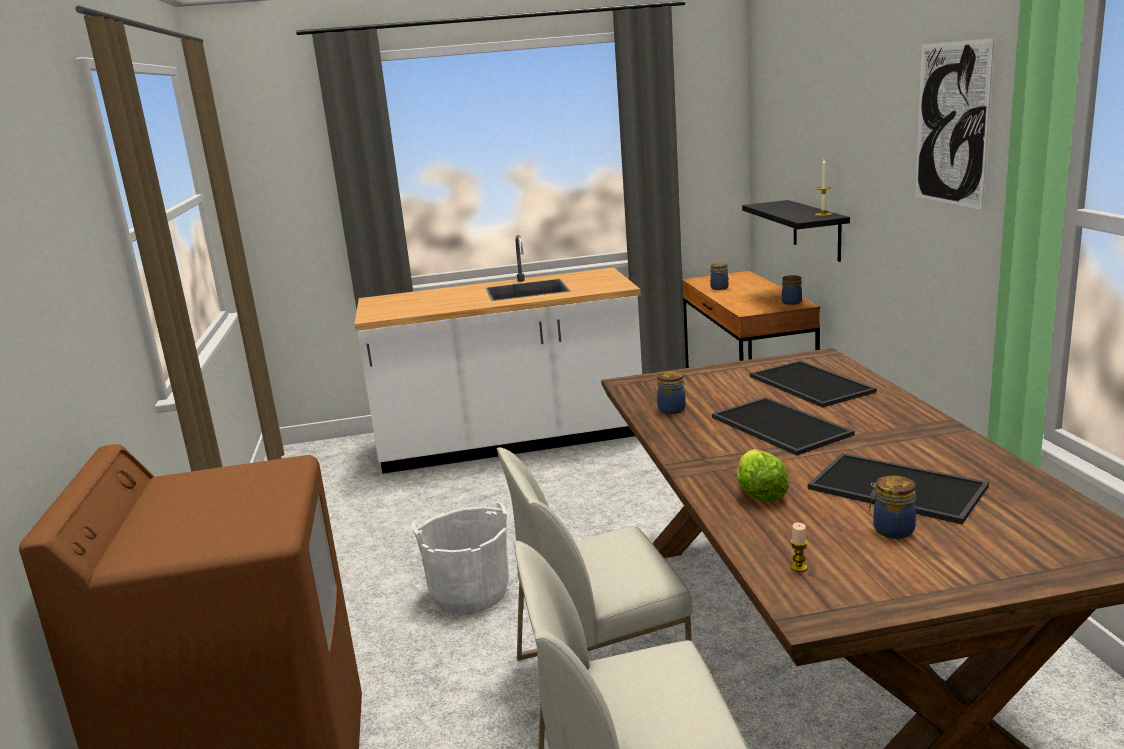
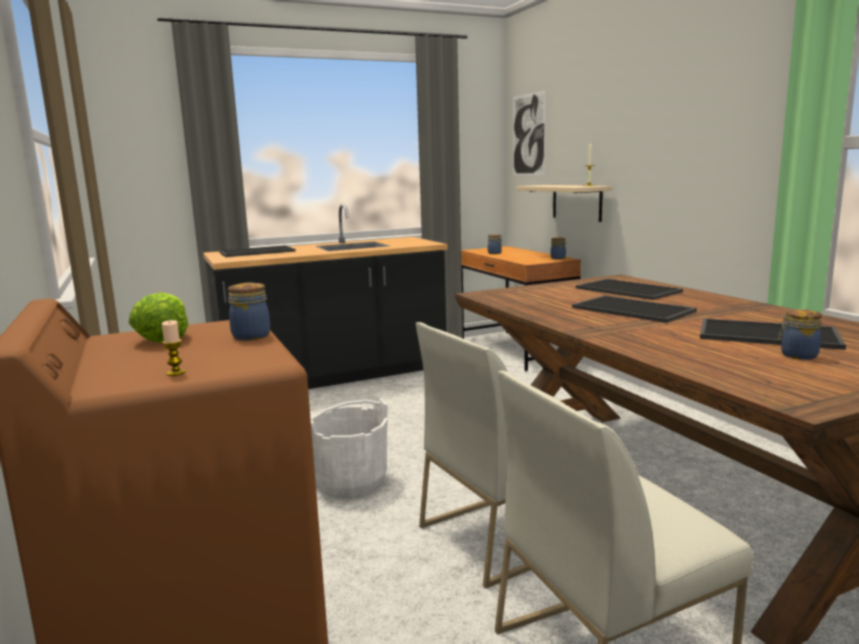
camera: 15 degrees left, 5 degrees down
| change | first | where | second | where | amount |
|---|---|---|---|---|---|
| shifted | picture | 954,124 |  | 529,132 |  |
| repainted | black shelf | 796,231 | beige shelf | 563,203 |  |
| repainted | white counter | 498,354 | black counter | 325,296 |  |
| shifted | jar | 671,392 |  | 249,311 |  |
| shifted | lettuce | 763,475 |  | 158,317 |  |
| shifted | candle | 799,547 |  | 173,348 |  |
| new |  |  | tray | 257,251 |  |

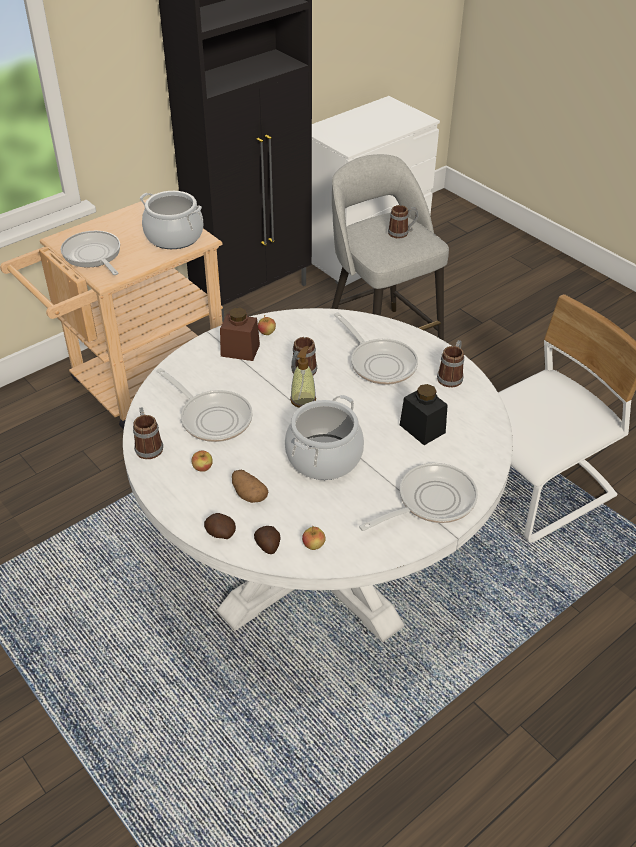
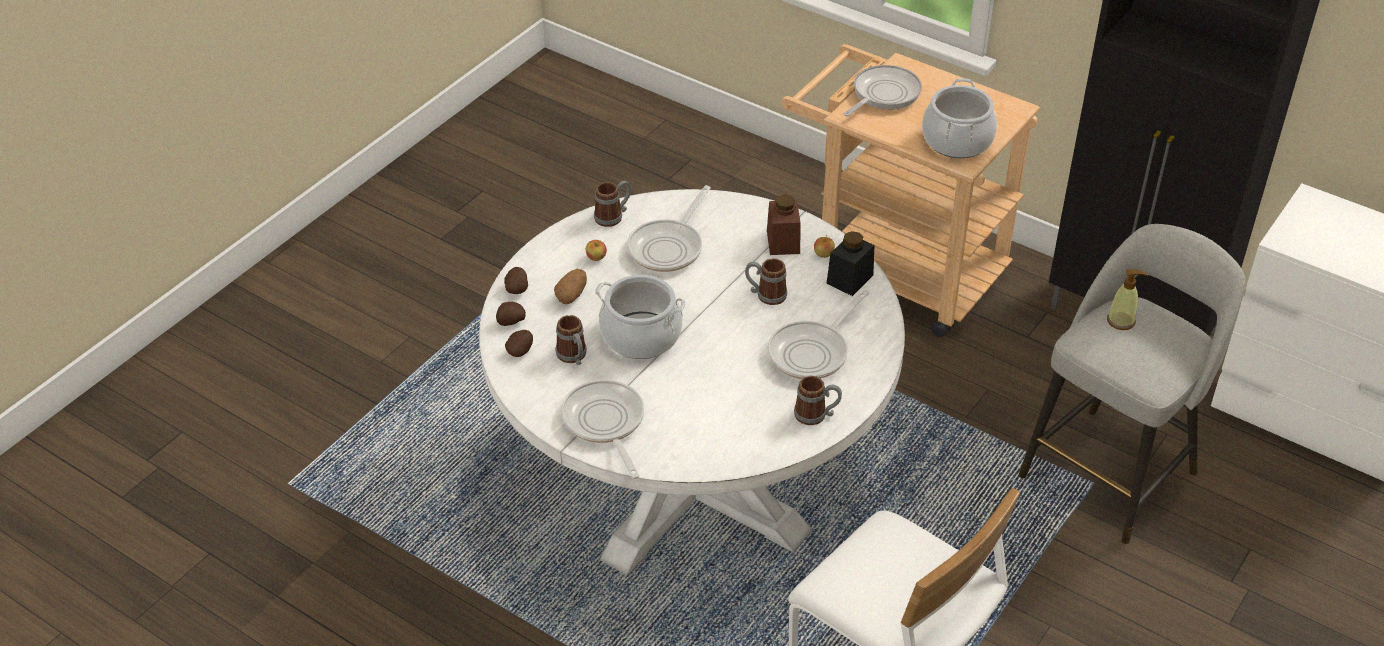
camera: 75 degrees right, 0 degrees up
| change | first | where | second | where | amount |
|---|---|---|---|---|---|
| shifted | mug | 403,221 |  | 571,340 |  |
| shifted | soap dispenser | 303,377 |  | 1127,299 |  |
| shifted | black jar | 424,414 |  | 850,263 |  |
| rotated | frying pan | 418,497 |  | 602,429 | 150 degrees counterclockwise |
| swapped | apple | 314,538 | potato | 519,343 |  |

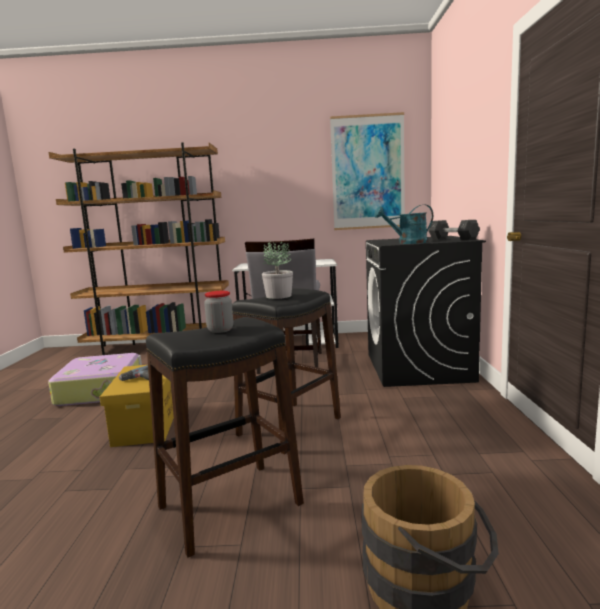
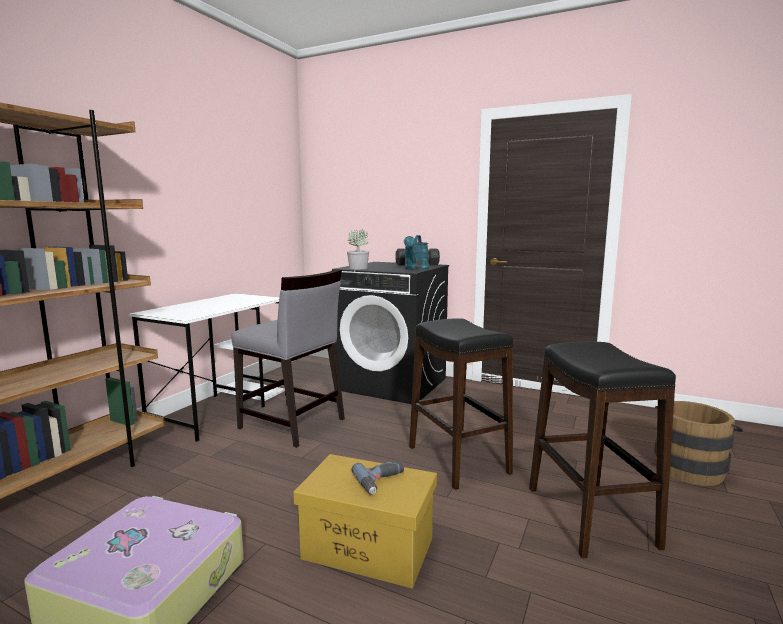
camera: 65 degrees left, 0 degrees up
| change | first | where | second | where | amount |
|---|---|---|---|---|---|
| gone | picture | 367,171 |  |  |  |
| shifted | potted plant | 277,269 |  | 358,249 |  |
| gone | jar | 218,312 |  |  |  |

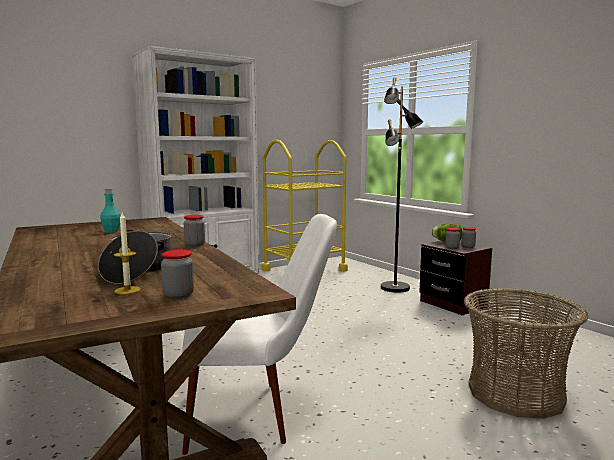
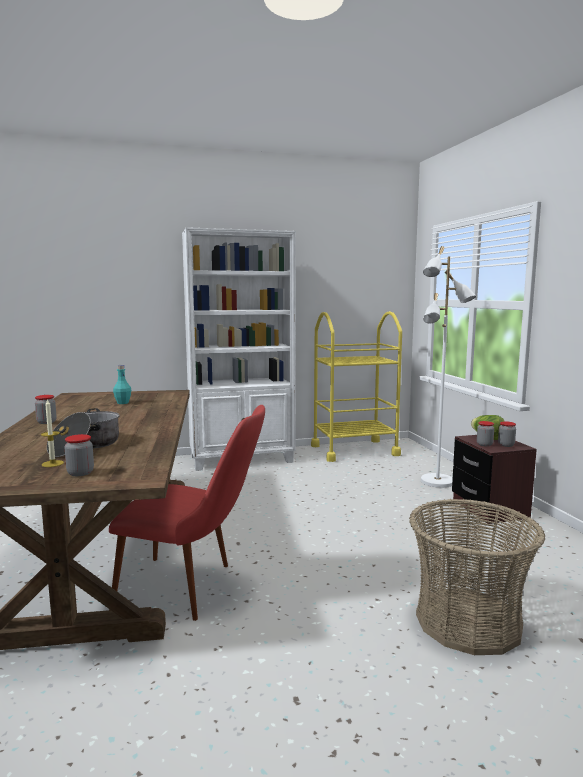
camera: 20 degrees right, 0 degrees up
| change | first | where | second | where | amount |
|---|---|---|---|---|---|
| repainted | black floor lamp | 402,185 | white floor lamp | 448,367 |  |
| repainted | white chair | 259,334 | red chair | 187,513 |  |
| shifted | jar | 194,230 |  | 46,409 |  |

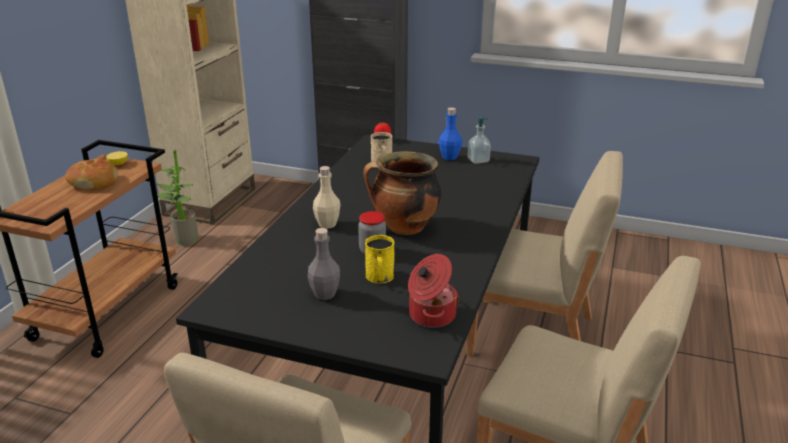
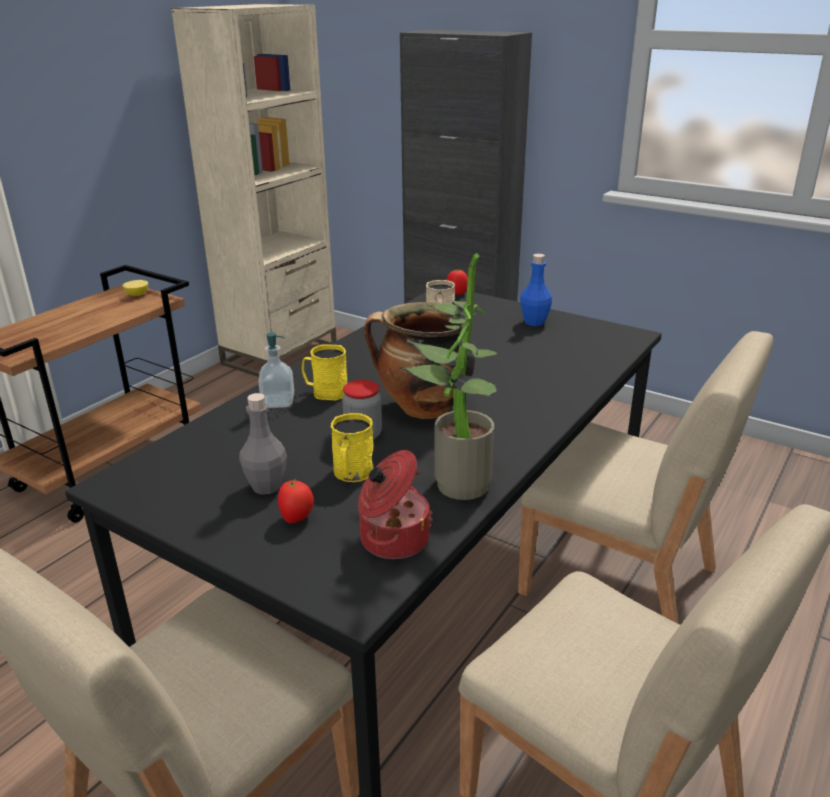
camera: 15 degrees right, 0 degrees up
| change | first | where | second | where | amount |
|---|---|---|---|---|---|
| shifted | soap dispenser | 479,140 |  | 276,370 |  |
| shifted | potted plant | 176,197 |  | 449,376 |  |
| gone | bread | 91,174 |  |  |  |
| swapped | beige bottle | 326,197 | yellow mug | 324,372 |  |
| new |  |  | tomato | 296,502 |  |

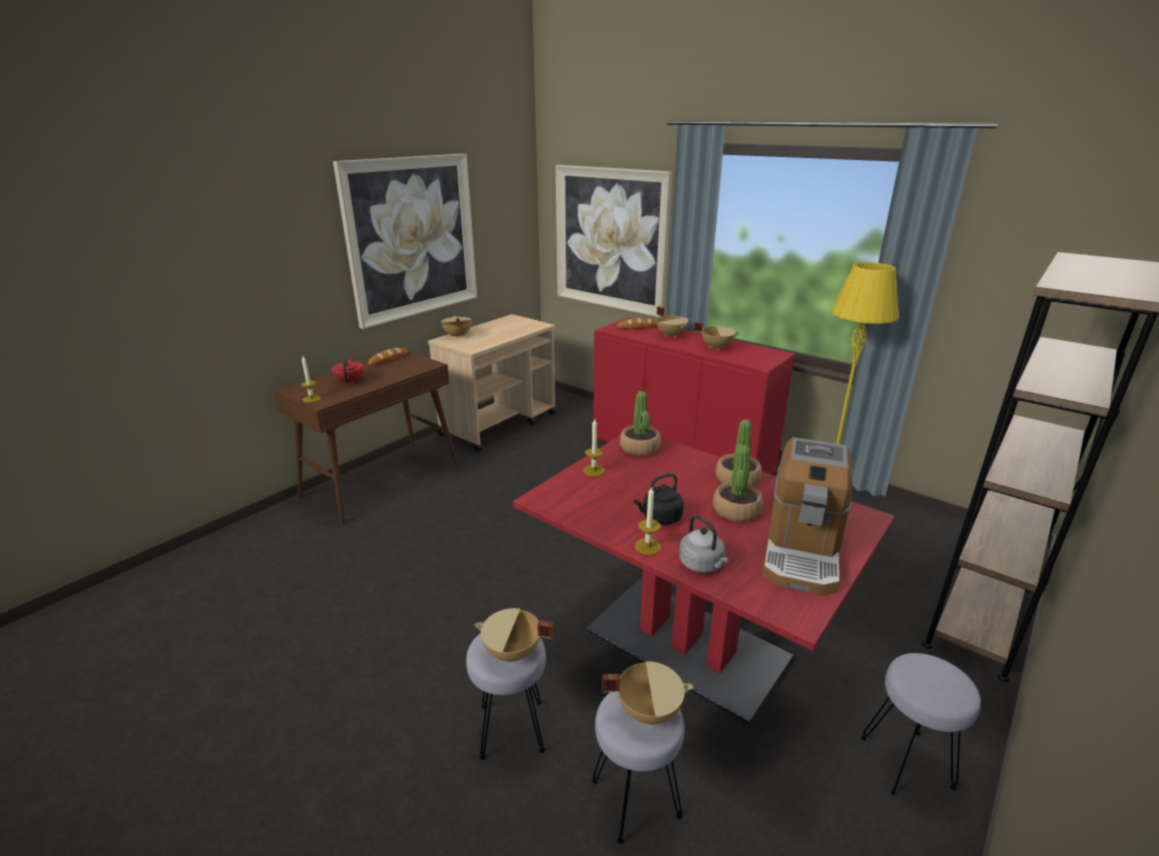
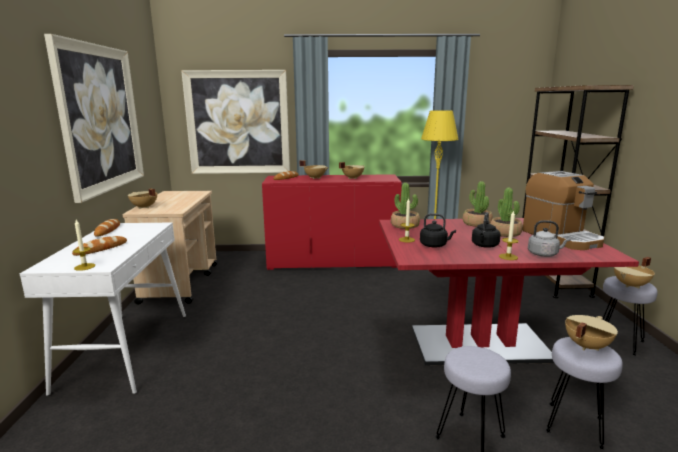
camera: 40 degrees left, 10 degrees down
| change | first | where | second | where | amount |
|---|---|---|---|---|---|
| repainted | brown console table | 366,437 | white console table | 103,309 |  |
| swapped | red teapot | 347,372 | bread | 99,246 |  |
| shifted | beige cooking pot | 514,635 |  | 634,272 |  |
| new |  |  | black kettle | 438,230 |  |

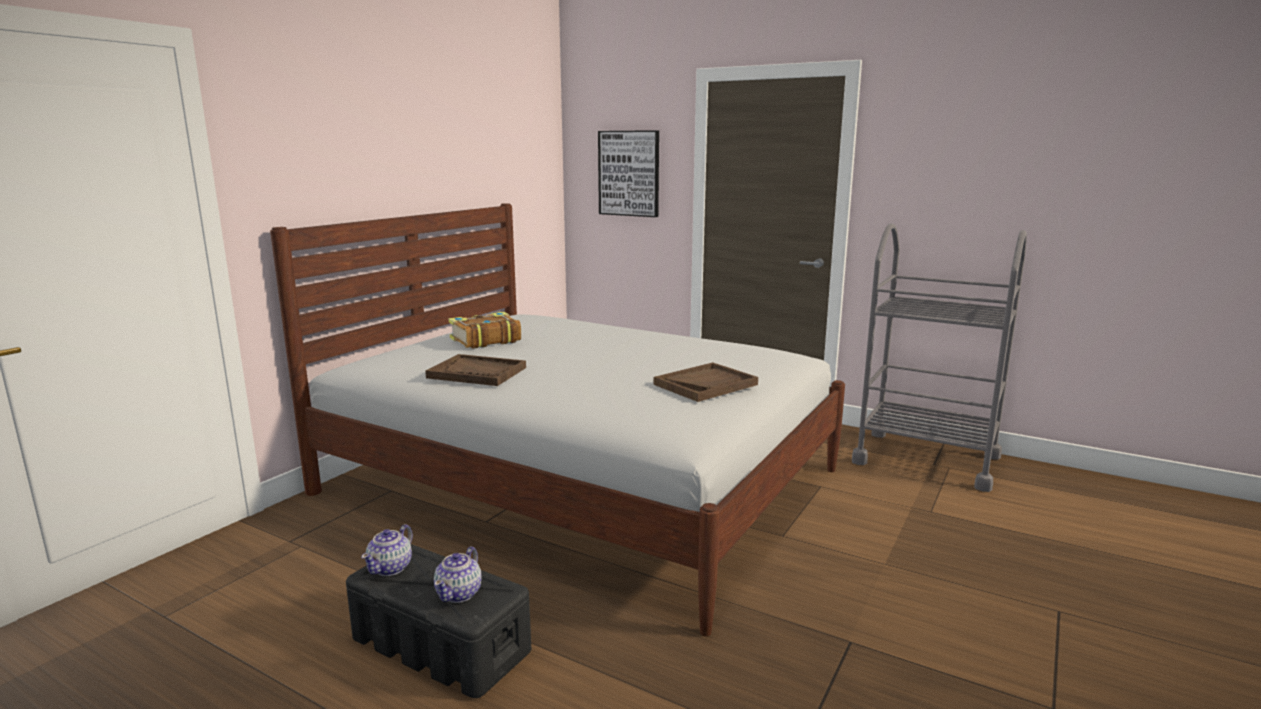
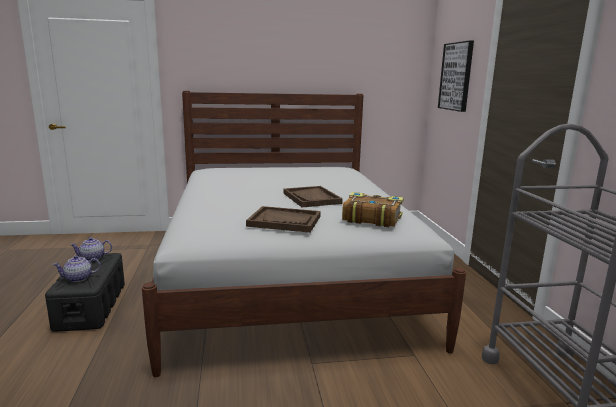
camera: 50 degrees right, 0 degrees up
| change | first | where | second | where | amount |
|---|---|---|---|---|---|
| shifted | book | 484,330 |  | 373,209 |  |
| shifted | brown tray | 475,370 |  | 313,196 |  |

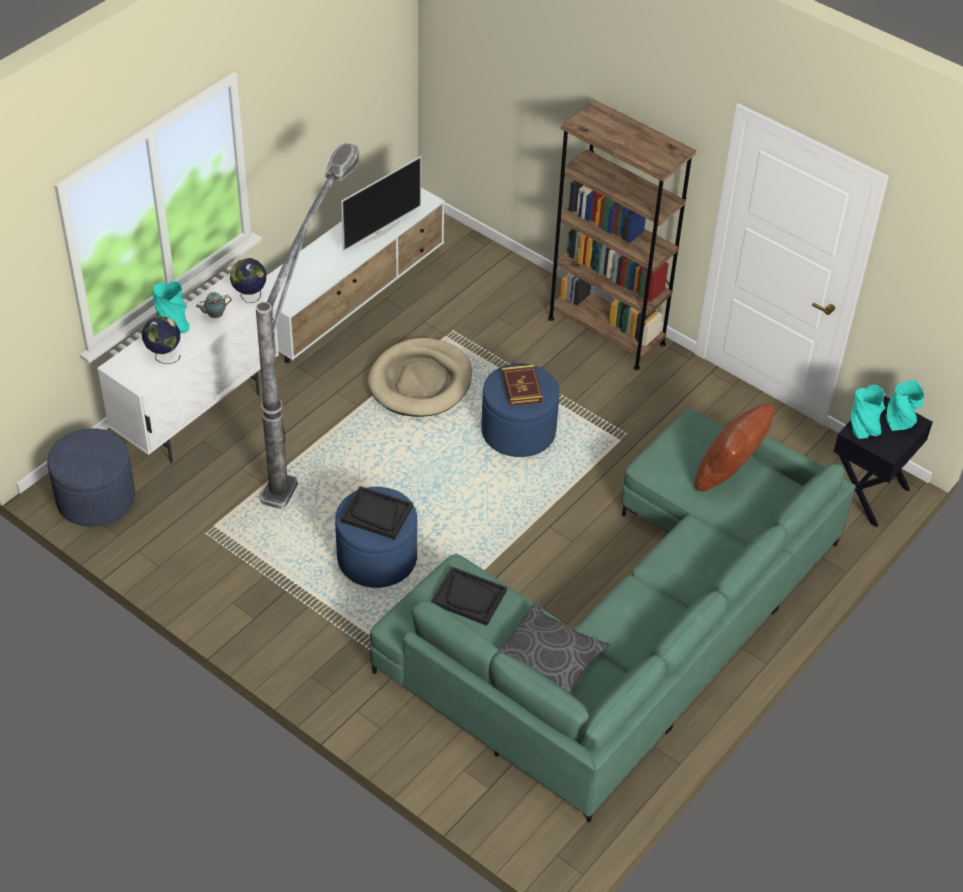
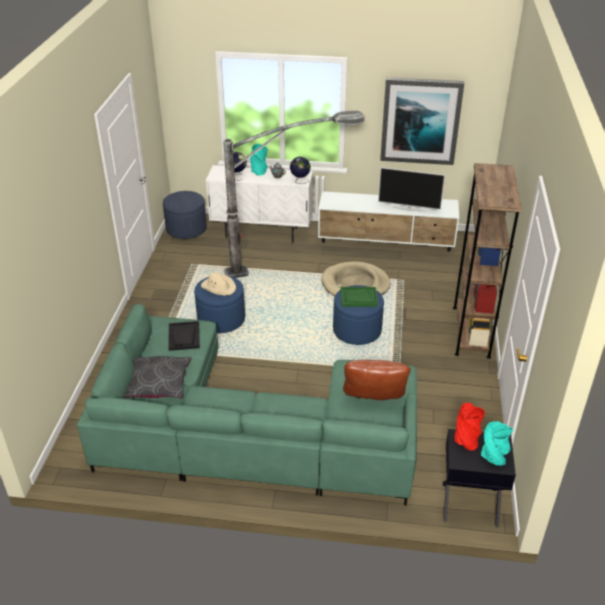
camera: 60 degrees right, 10 degrees down
| change | first | where | second | where | amount |
|---|---|---|---|---|---|
| swapped | book | 522,385 | green tray | 359,297 |  |
| repainted | turquoise vase | 868,412 | red vase | 470,426 |  |
| swapped | black tray | 377,513 | beige hat | 218,284 |  |
| new |  |  | picture | 422,121 |  |

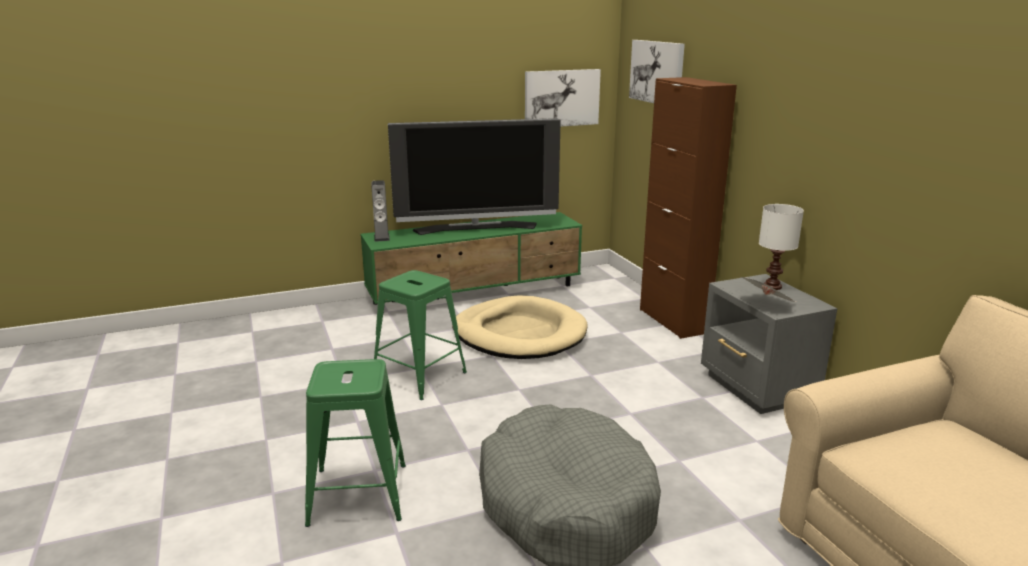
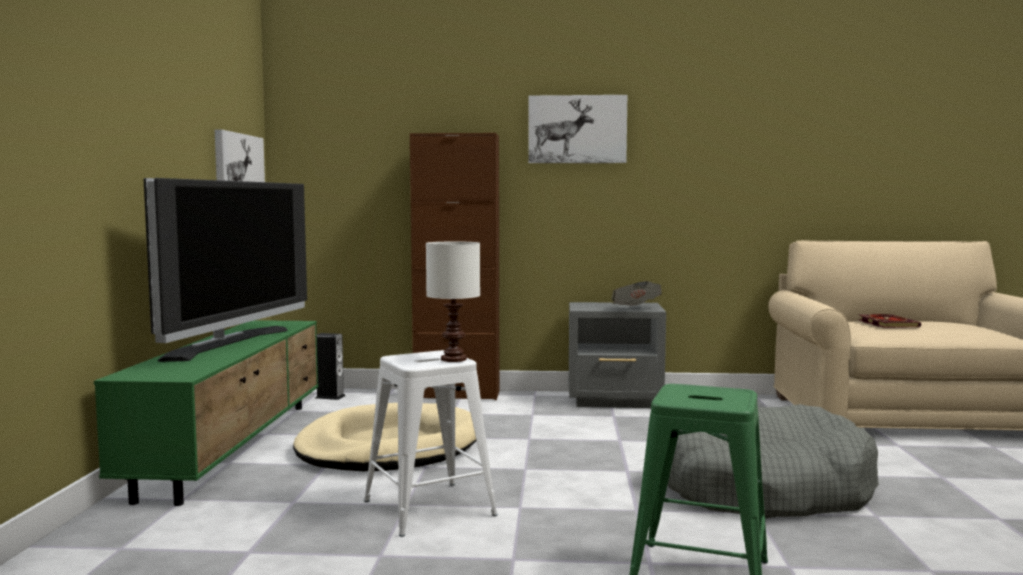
camera: 65 degrees left, 15 degrees down
| change | first | where | second | where | amount |
|---|---|---|---|---|---|
| shifted | picture | 657,71 |  | 577,129 |  |
| shifted | speaker | 381,211 |  | 330,366 |  |
| shifted | white table lamp | 781,247 |  | 453,302 |  |
| repainted | green stool | 420,335 | white stool | 430,443 |  |
| new |  |  | book | 889,321 |  |

